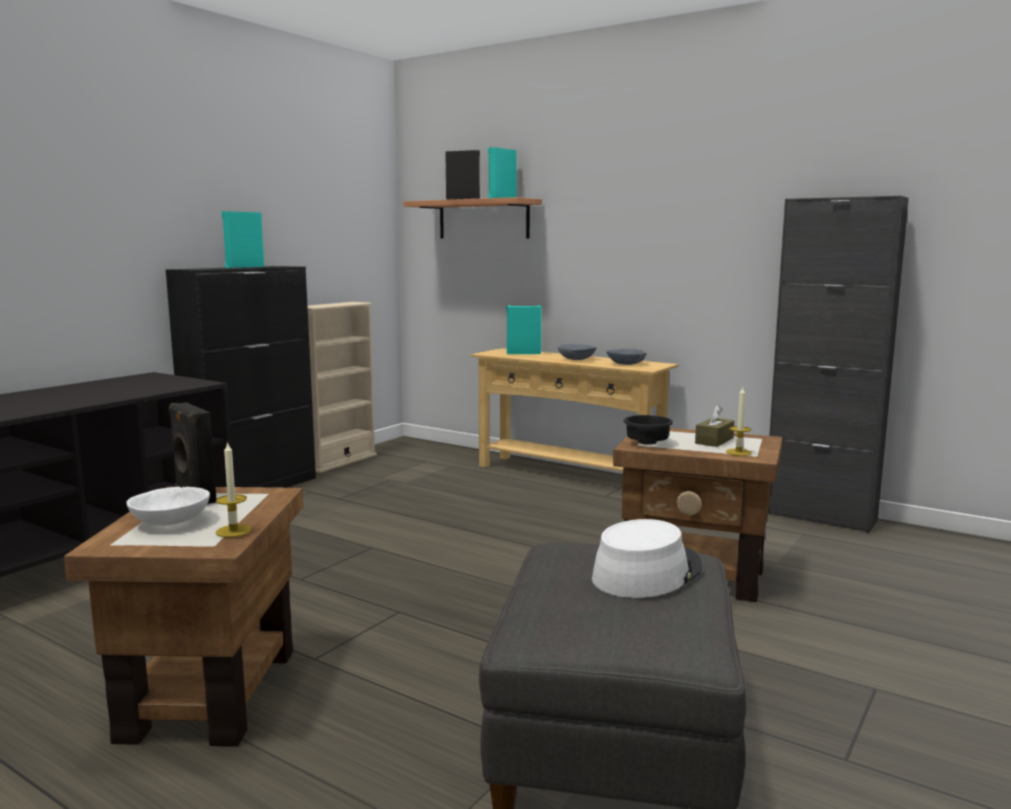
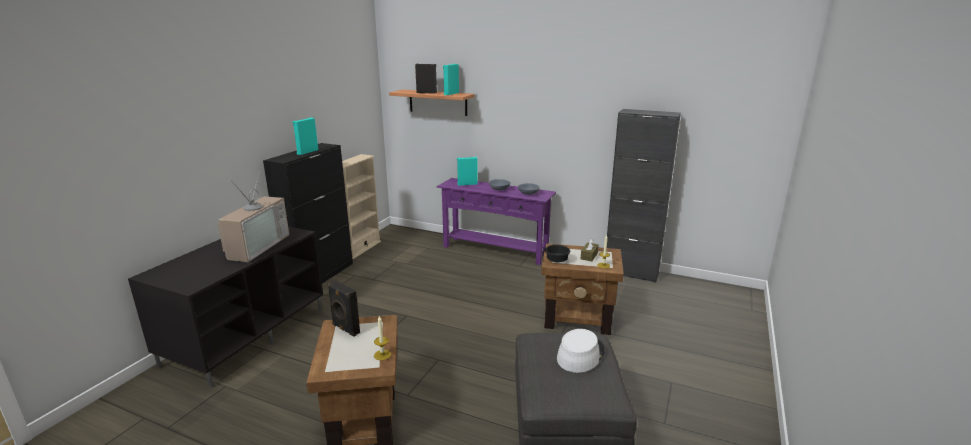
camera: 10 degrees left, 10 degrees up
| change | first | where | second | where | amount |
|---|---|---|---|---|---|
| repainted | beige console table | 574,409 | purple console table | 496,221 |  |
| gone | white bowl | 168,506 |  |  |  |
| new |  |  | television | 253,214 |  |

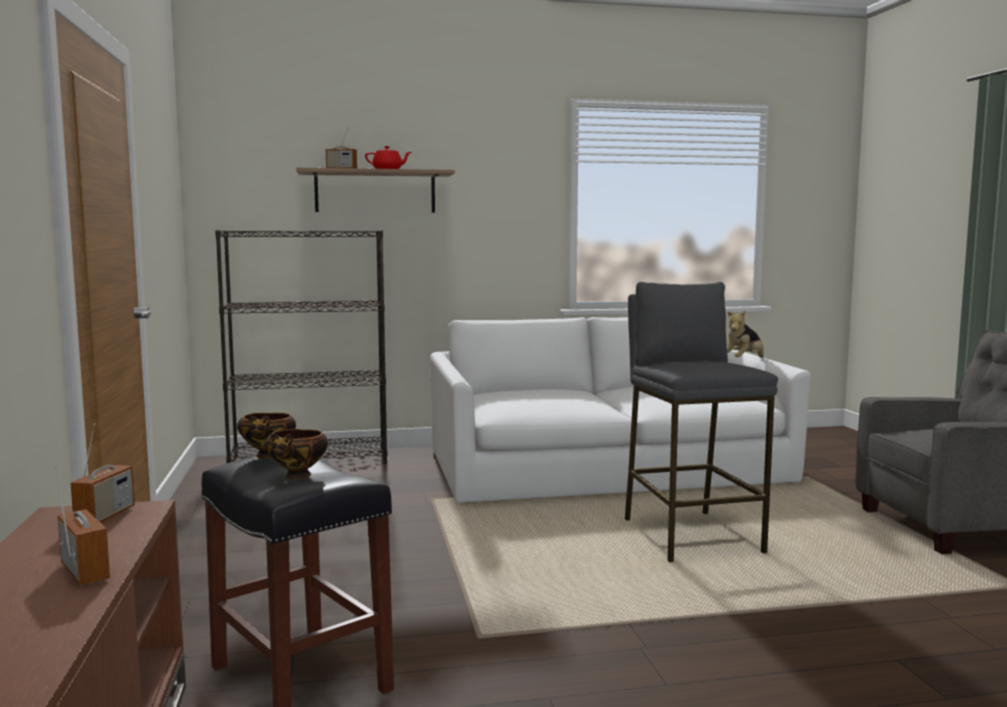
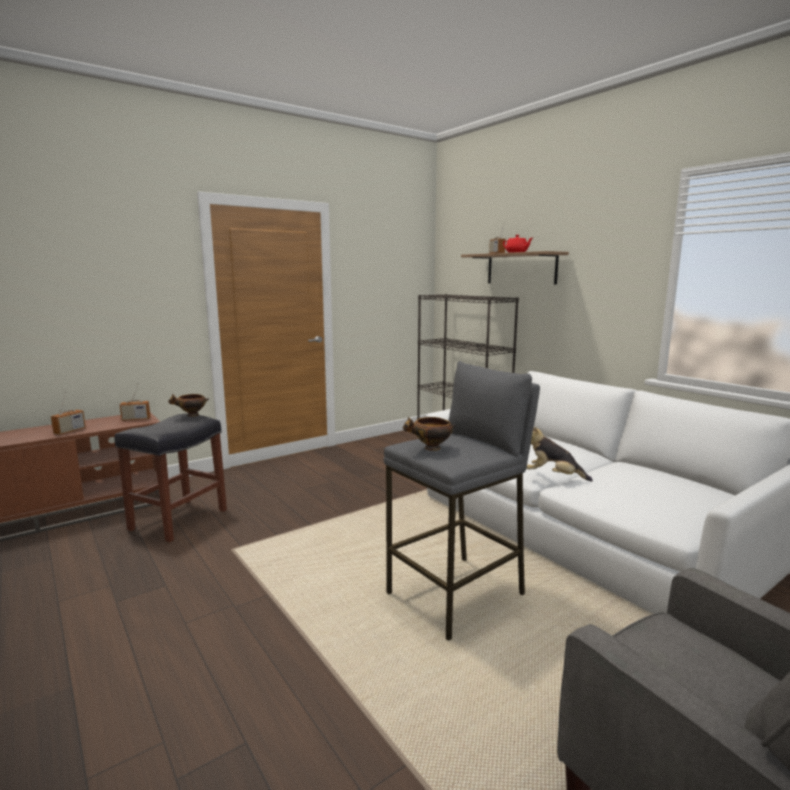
camera: 65 degrees right, 5 degrees up
| change | first | where | second | where | amount |
|---|---|---|---|---|---|
| shifted | plush toy | 745,334 |  | 560,454 |  |
| shifted | bowl | 296,454 |  | 429,434 |  |

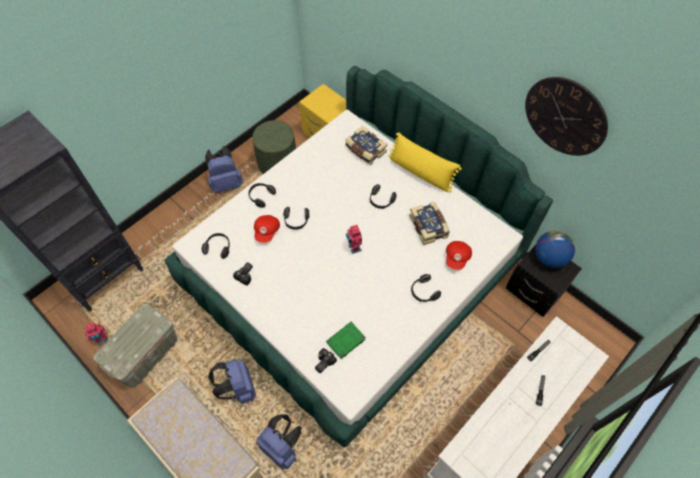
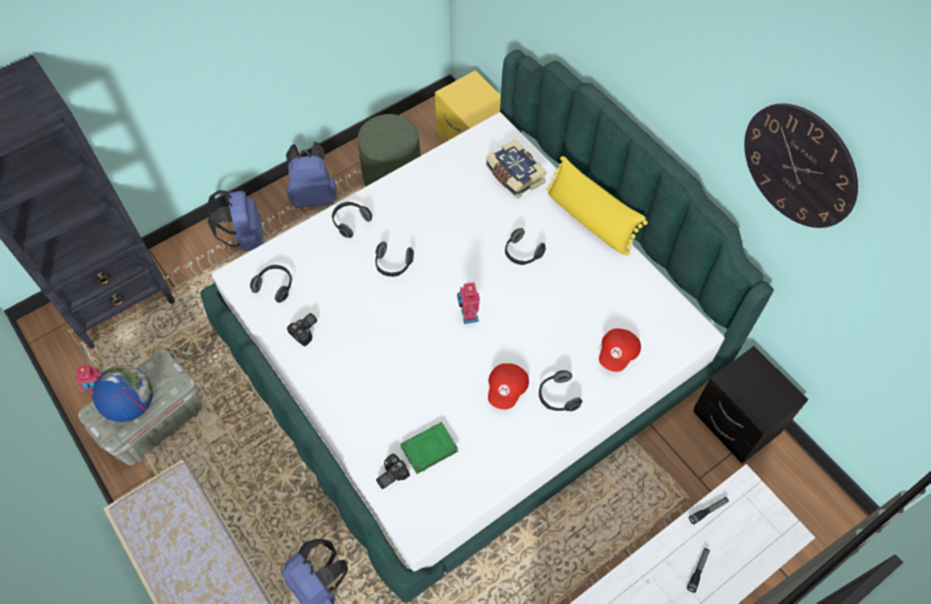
camera: 10 degrees right, 0 degrees up
| change | first | where | second | where | amount |
|---|---|---|---|---|---|
| gone | book | 429,223 |  |  |  |
| shifted | red cap | 267,229 |  | 508,386 |  |
| shifted | globe | 555,249 |  | 122,393 |  |
| shifted | blue backpack | 232,381 |  | 235,220 |  |

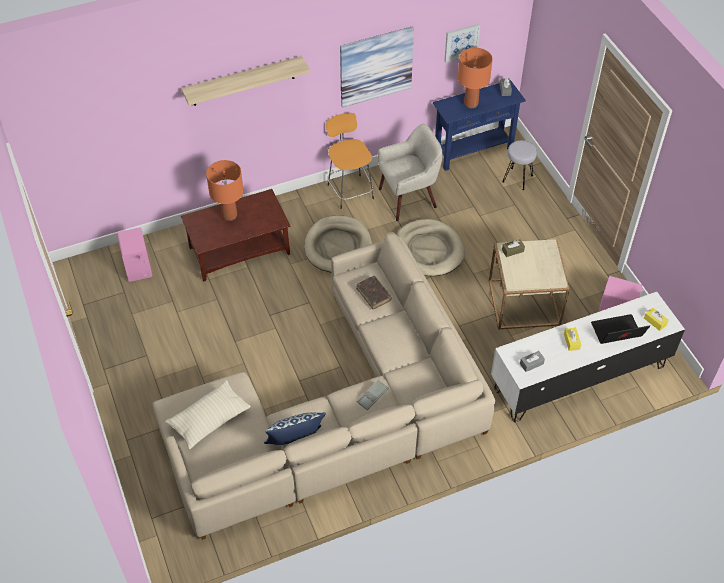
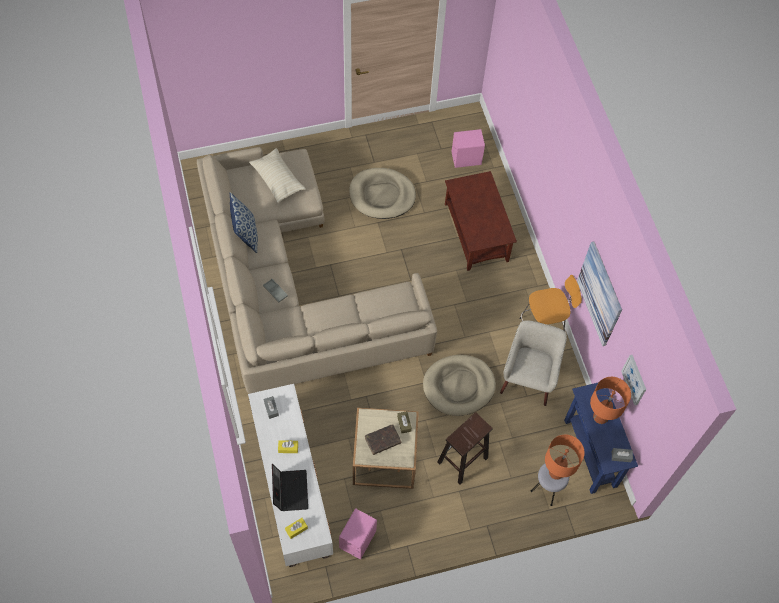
camera: 95 degrees right, 10 degrees up
| change | first | where | second | where | amount |
|---|---|---|---|---|---|
| gone | shelf | 245,81 |  |  |  |
| rotated | beige armchair | 410,172 |  | 533,363 | 150 degrees counterclockwise |
| shifted | orange table lamp | 225,190 |  | 565,457 |  |
| shifted | beige dog bed | 338,244 |  | 382,193 |  |
| shifted | brown book | 374,293 |  | 383,439 |  |
| new |  |  | brown stool | 465,448 |  |

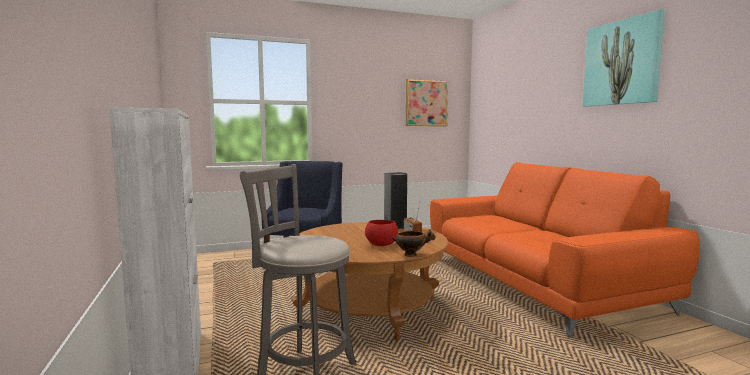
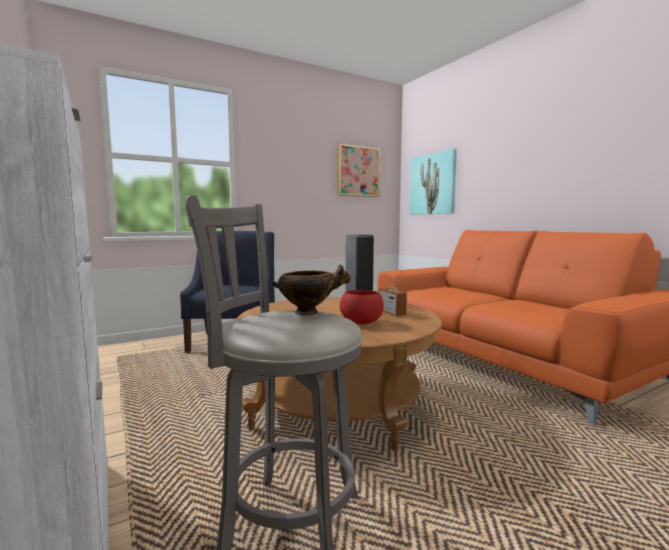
camera: 10 degrees left, 0 degrees up
| change | first | where | second | where | amount |
|---|---|---|---|---|---|
| shifted | picture | 624,58 |  | 433,182 |  |
| shifted | bowl | 413,243 |  | 311,290 |  |

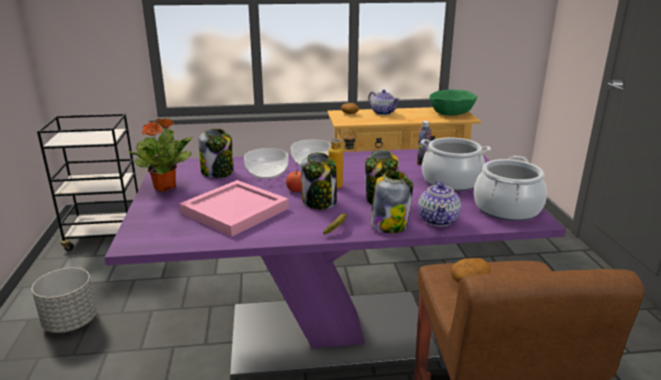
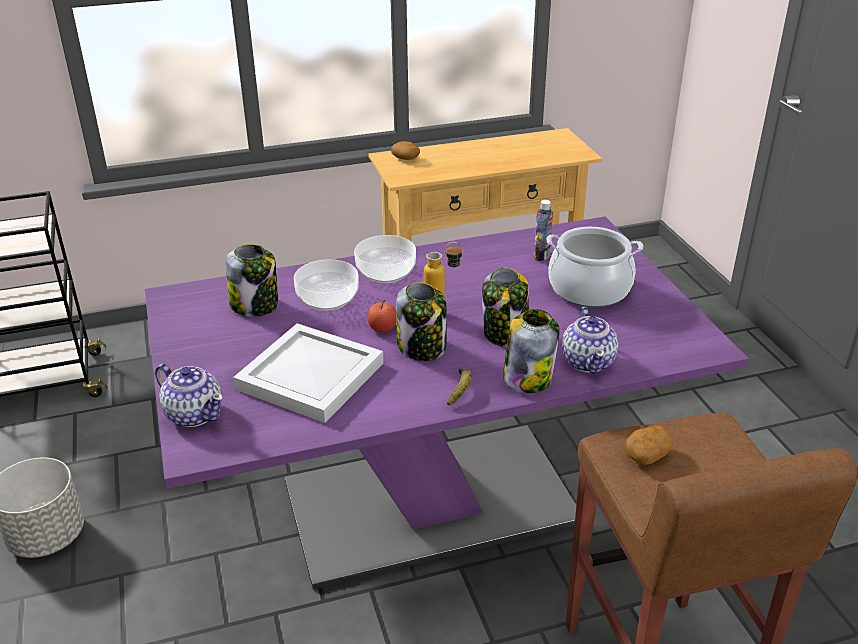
camera: 10 degrees left, 10 degrees up
| change | first | where | second | where | amount |
|---|---|---|---|---|---|
| gone | green bowl | 453,102 |  |  |  |
| shifted | teapot | 383,102 |  | 189,395 |  |
| gone | potted plant | 160,154 |  |  |  |
| gone | cooking pot | 510,188 |  |  |  |
| repainted | pink tray | 234,208 | white tray | 308,373 |  |

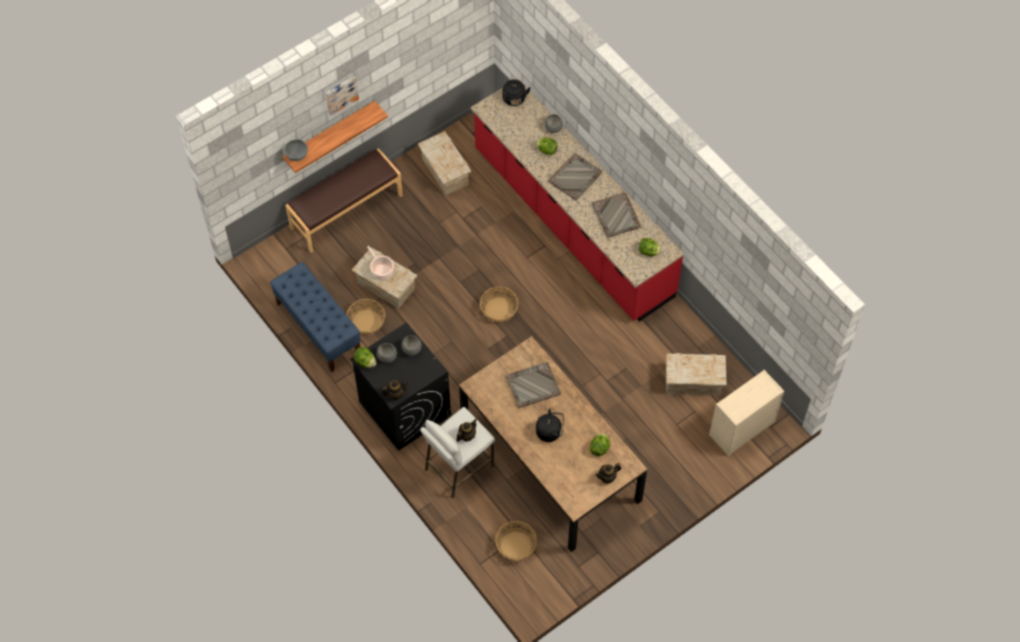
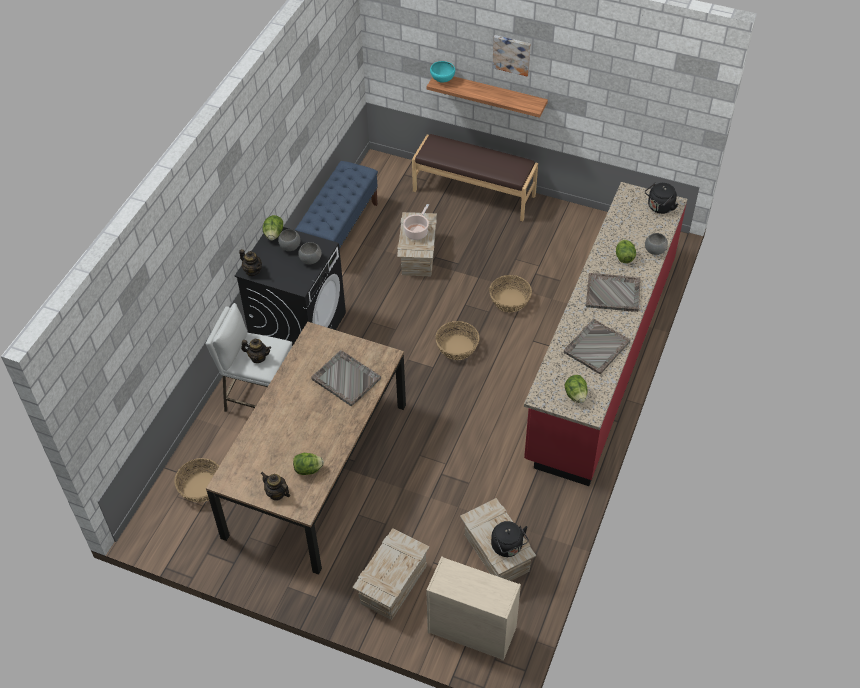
camera: 60 degrees right, 10 degrees down
| change | first | where | second | where | amount |
|---|---|---|---|---|---|
| shifted | crate | 444,163 |  | 391,574 |  |
| repainted | grey bowl | 296,150 | turquoise bowl | 442,72 |  |
| shifted | basket | 366,317 |  | 510,294 |  |
| shifted | black kettle | 550,425 |  | 510,539 |  |

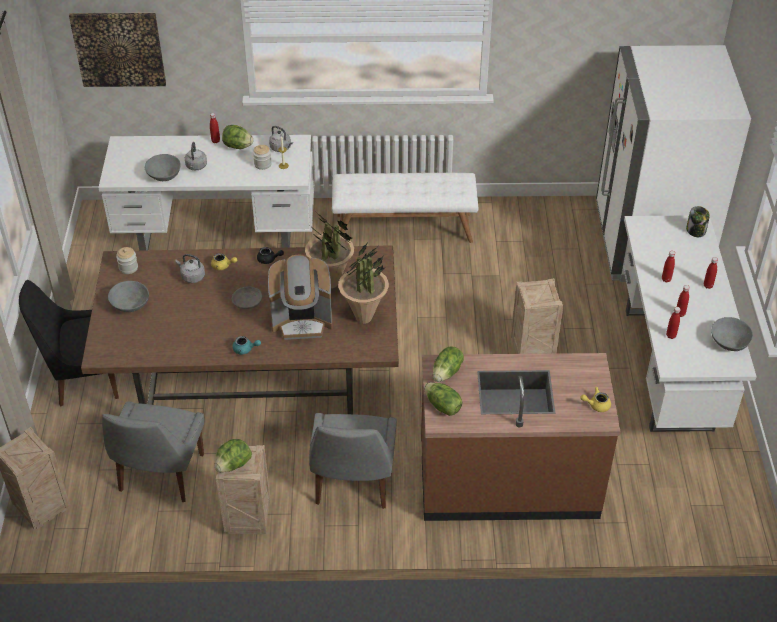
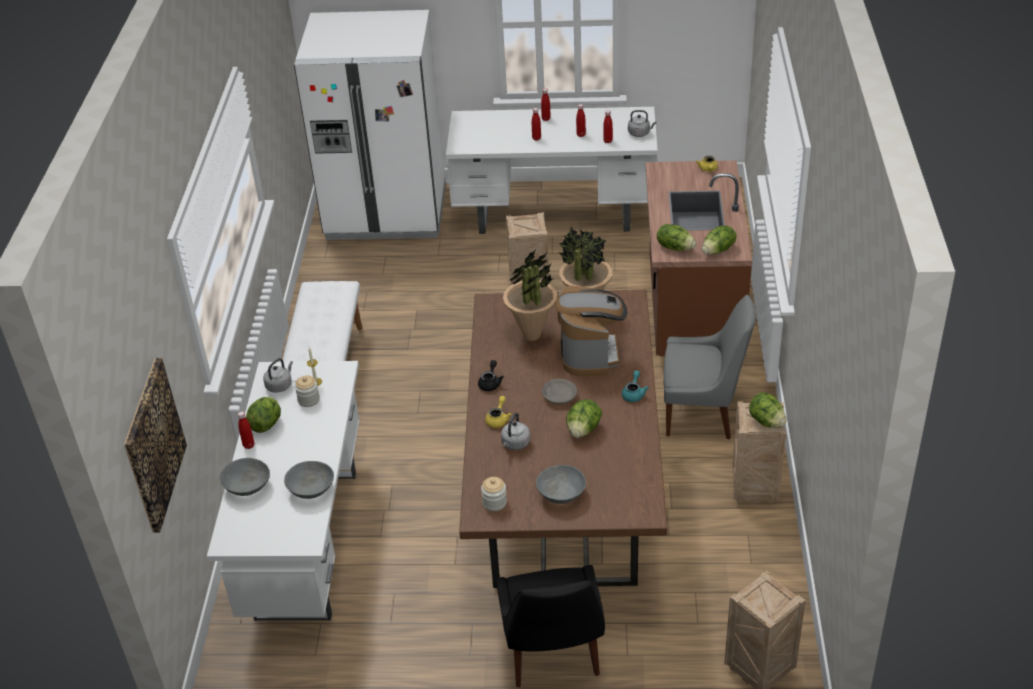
camera: 85 degrees left, 5 degrees down
| change | first | where | second | where | amount |
|---|---|---|---|---|---|
| shifted | grey kettle | 196,156 |  | 642,123 |  |
| gone | jar | 698,221 |  |  |  |
| shifted | grey bowl | 732,334 |  | 245,477 |  |
| gone | grey chair | 153,451 |  |  |  |
| new |  |  | lettuce | 584,418 |  |

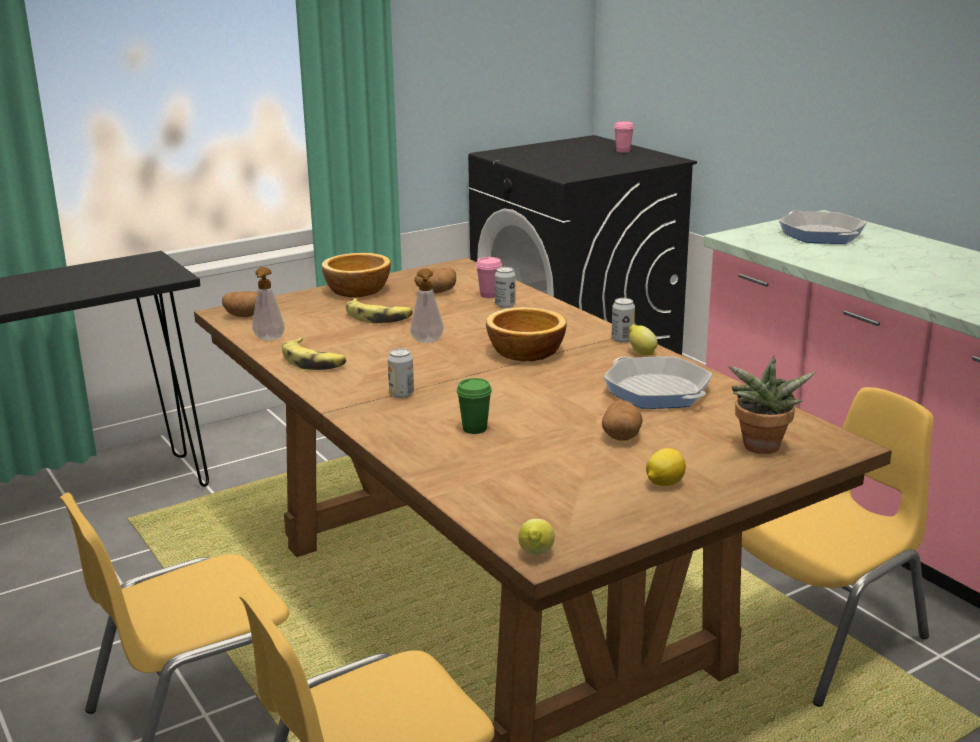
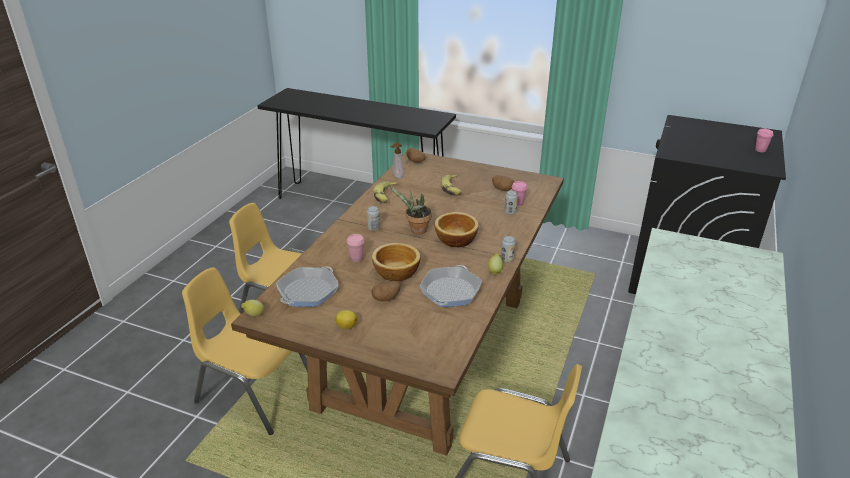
camera: 55 degrees right, 10 degrees up
| change | first | where | second | where | amount |
|---|---|---|---|---|---|
| shifted | frying pan | 823,227 |  | 307,287 |  |
| shifted | bowl | 356,275 |  | 396,262 |  |
| gone | soap dispenser | 427,305 |  |  |  |
| shifted | potted plant | 772,405 |  | 410,209 |  |
| repainted | green cup | 474,406 | pink cup | 355,248 |  |

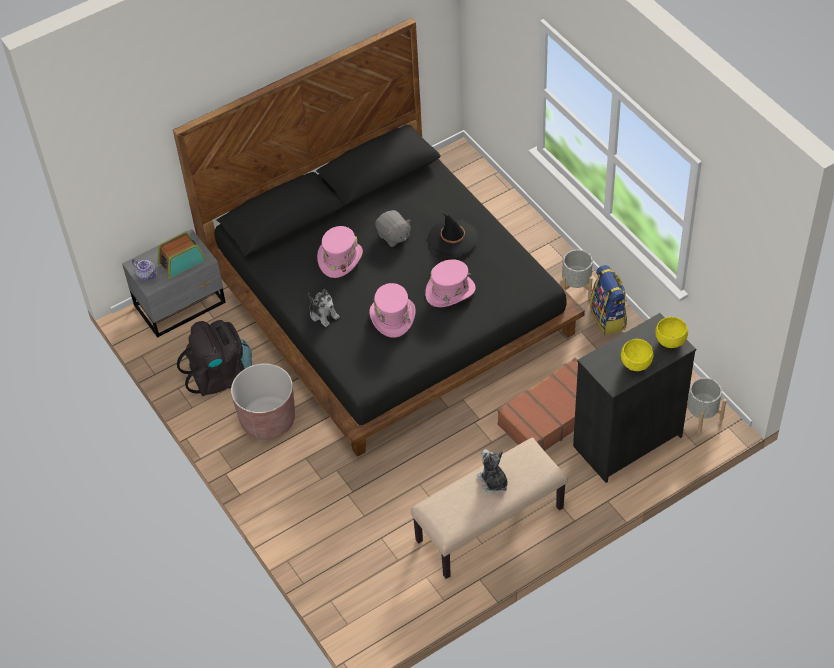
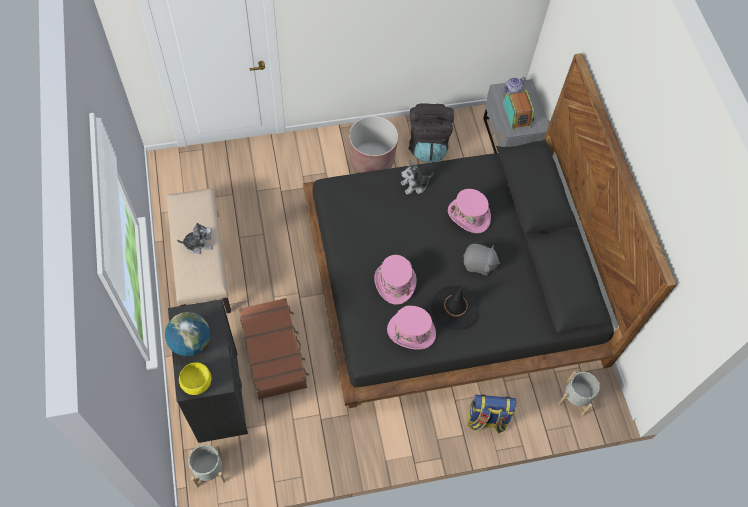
camera: 105 degrees right, 10 degrees up
| change | first | where | second | where | amount |
|---|---|---|---|---|---|
| rotated | grey plush toy | 393,228 |  | 481,259 | 150 degrees counterclockwise |
| shifted | grey planter | 577,274 |  | 579,393 |  |
| shifted | backpack | 608,300 |  | 492,413 |  |
| shifted | pink hat | 392,310 |  | 411,327 |  |
| swapped | yellow bowl | 637,355 | globe | 187,334 |  |

